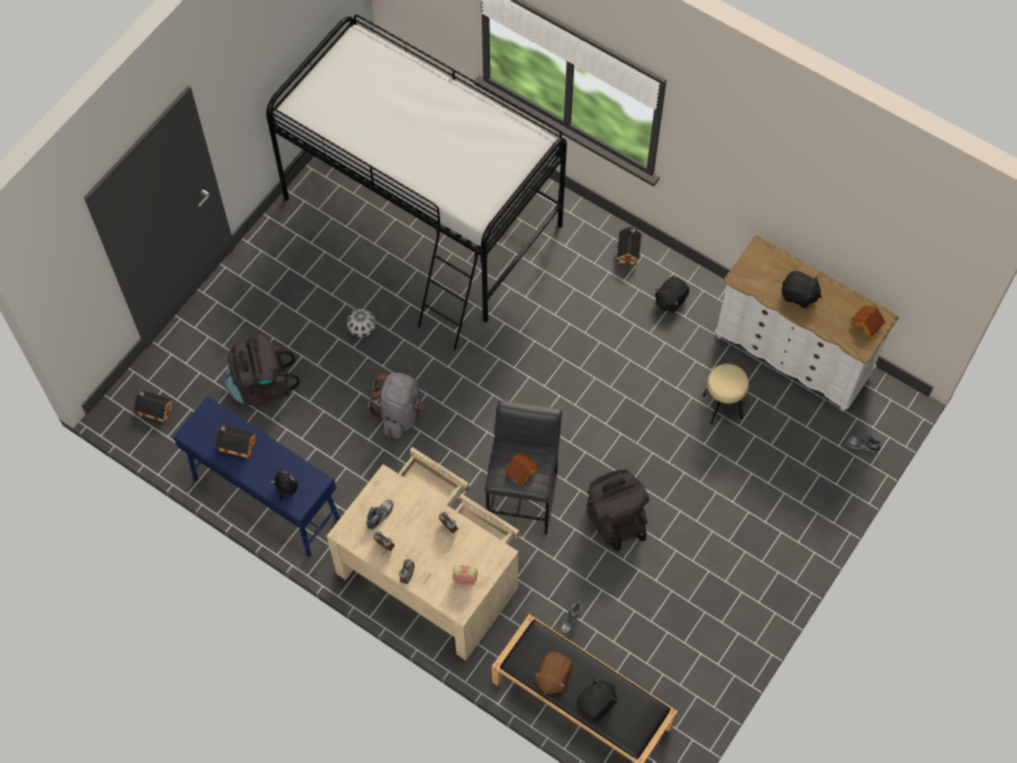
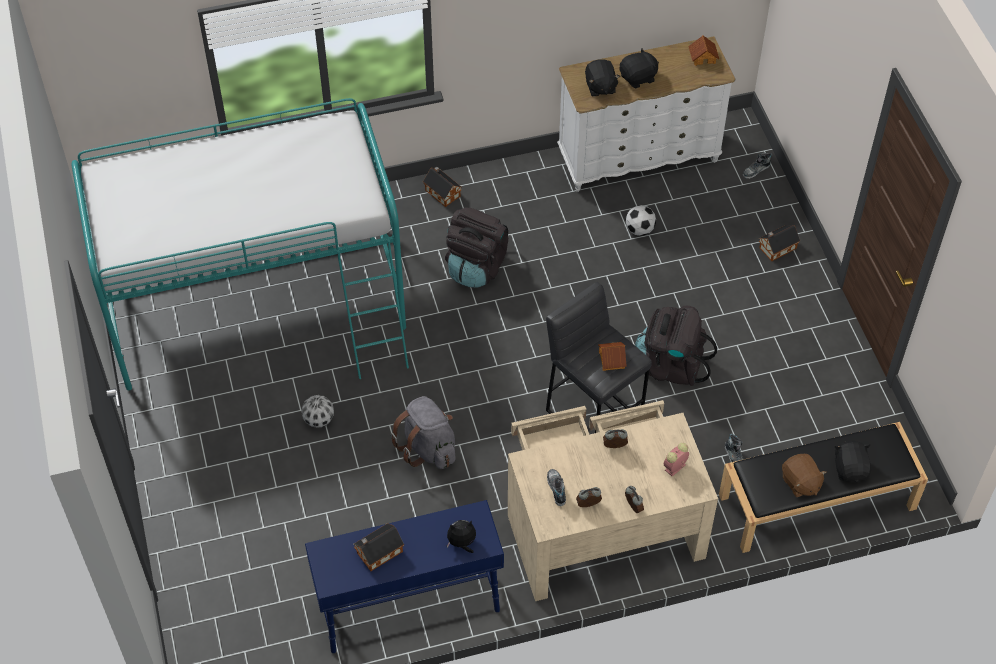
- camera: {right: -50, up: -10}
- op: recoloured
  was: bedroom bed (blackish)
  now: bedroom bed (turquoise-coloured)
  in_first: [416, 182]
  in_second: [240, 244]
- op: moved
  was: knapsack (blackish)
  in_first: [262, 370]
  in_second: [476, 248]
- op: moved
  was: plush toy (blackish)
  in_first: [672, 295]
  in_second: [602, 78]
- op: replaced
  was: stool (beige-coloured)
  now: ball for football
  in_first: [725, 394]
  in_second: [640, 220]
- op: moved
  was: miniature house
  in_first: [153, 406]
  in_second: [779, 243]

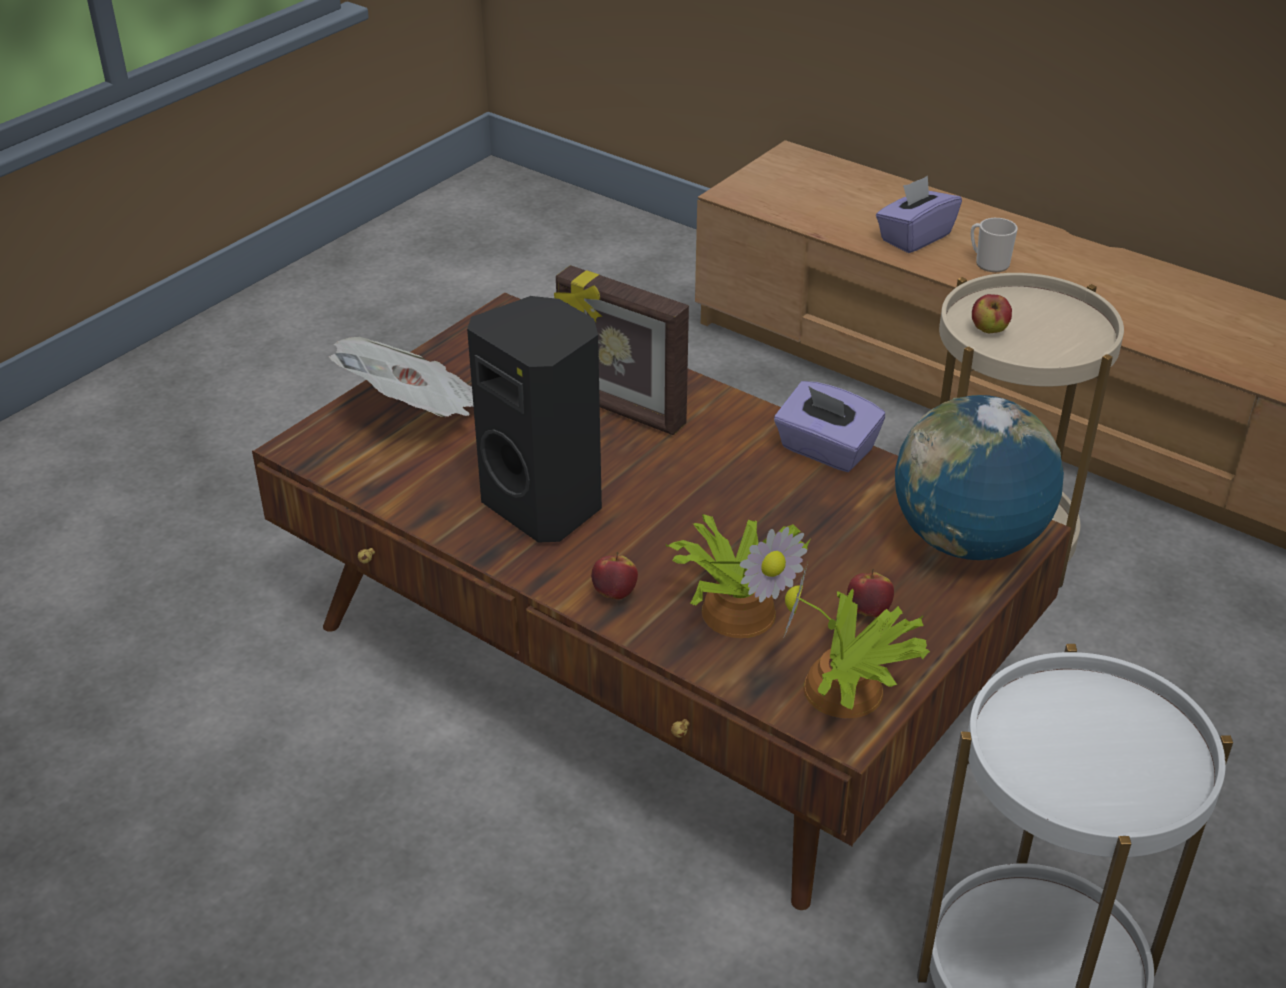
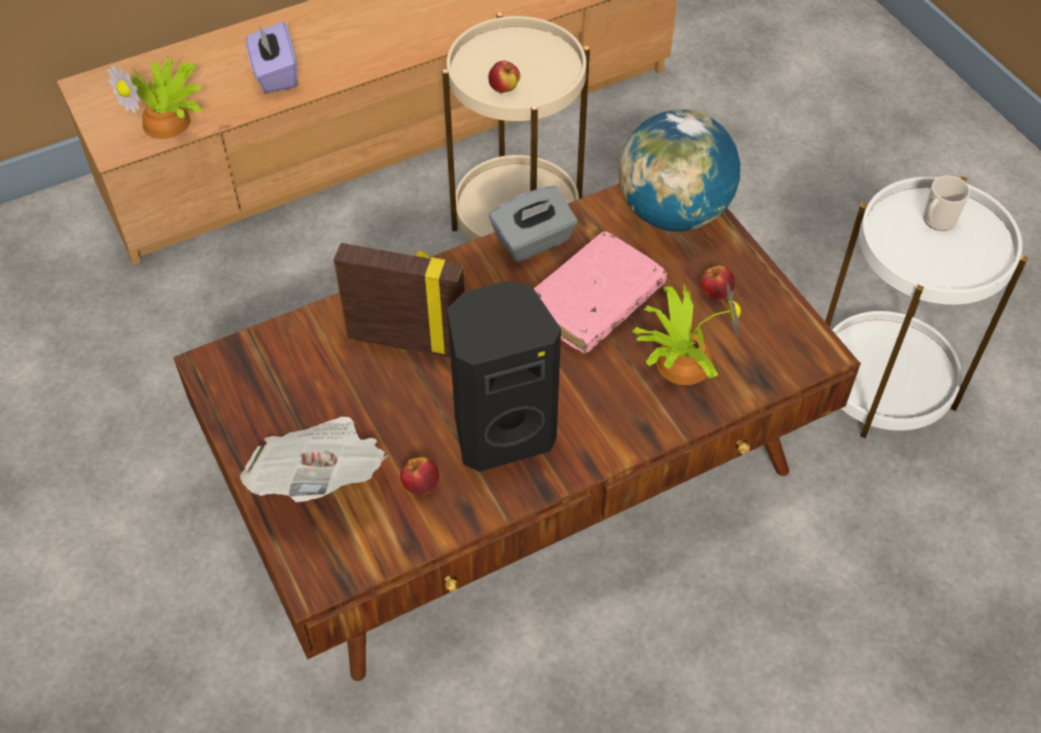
- camera: {right: -65, up: 15}
- op: moved
  was: houseplant
  in_first: [856, 640]
  in_second: [155, 97]
- op: turned
  was: standing frame
  in_first: [621, 350]
  in_second: [399, 300]
  clockwise: -135
- op: moved
  was: whole apple
  in_first: [614, 575]
  in_second: [419, 476]
- op: recoloured
  was: tissue box (purplish)
  now: tissue box (greyish)
  in_first: [829, 426]
  in_second: [533, 224]
- op: added
  now: volume (pink)
  in_second: [600, 292]
- op: moved
  was: coffee mug
  in_first: [994, 245]
  in_second: [946, 203]

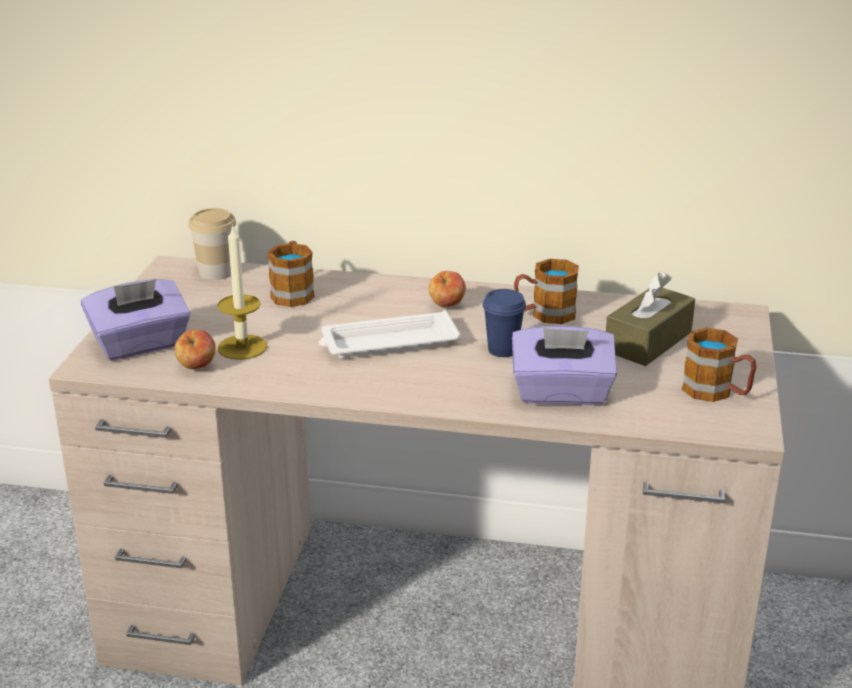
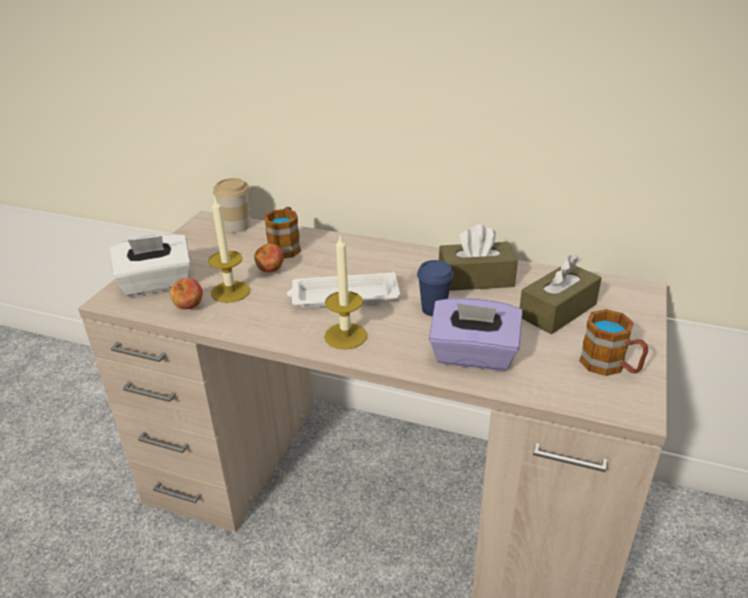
- camera: {right: 10, up: 5}
- op: recoloured
  was: tissue box (purplish)
  now: tissue box (white-coloured)
  in_first: [136, 320]
  in_second: [150, 265]
- op: moved
  was: whole apple
  in_first: [447, 289]
  in_second: [269, 258]
- op: added
  now: wax light
  in_second: [345, 292]
- op: replaced
  was: coffee mug
  now: tissue box (brown)
  in_first: [546, 291]
  in_second: [478, 257]

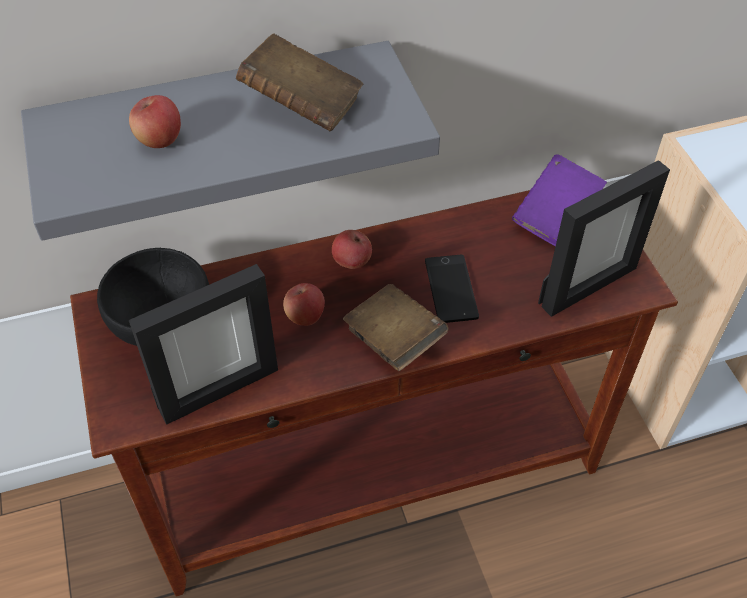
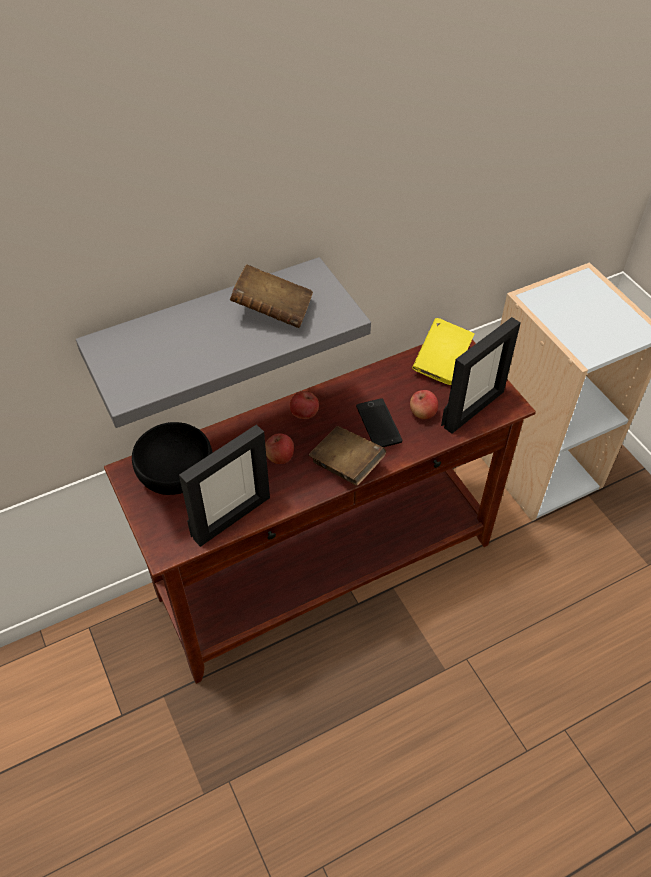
- camera: {right: -10, up: 0}
- op: moved
  was: whole apple
  in_first: [155, 121]
  in_second: [424, 404]
- op: recoloured
  was: volume (purplish)
  now: volume (yellow)
  in_first: [559, 200]
  in_second: [443, 351]

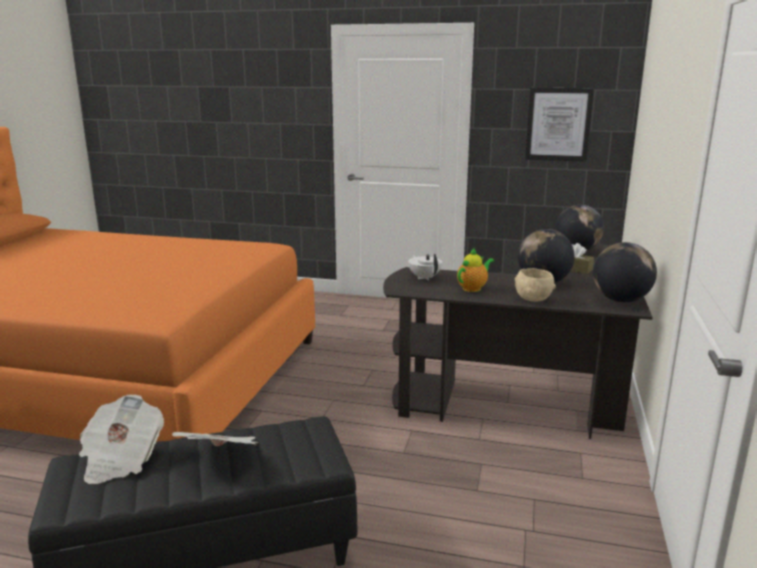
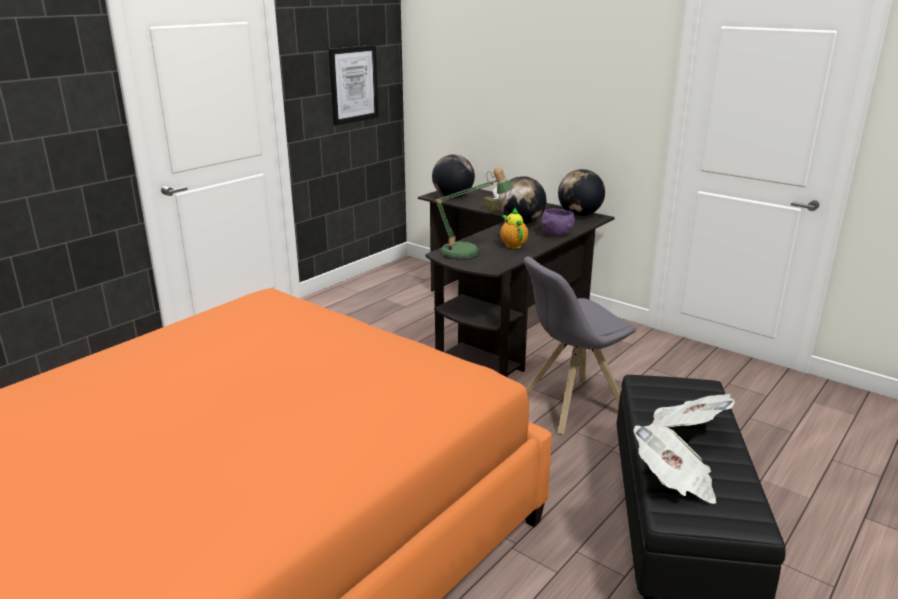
- camera: {right: -65, up: 5}
- op: replaced
  was: pot for tea (white-coloured)
  now: lamp for a table
  in_first: [425, 267]
  in_second: [473, 213]
- op: added
  now: upright chair (greyish)
  in_second: [580, 345]
- op: recoloured
  was: bowl (beige-coloured)
  now: bowl (purplish)
  in_first: [535, 285]
  in_second: [558, 222]

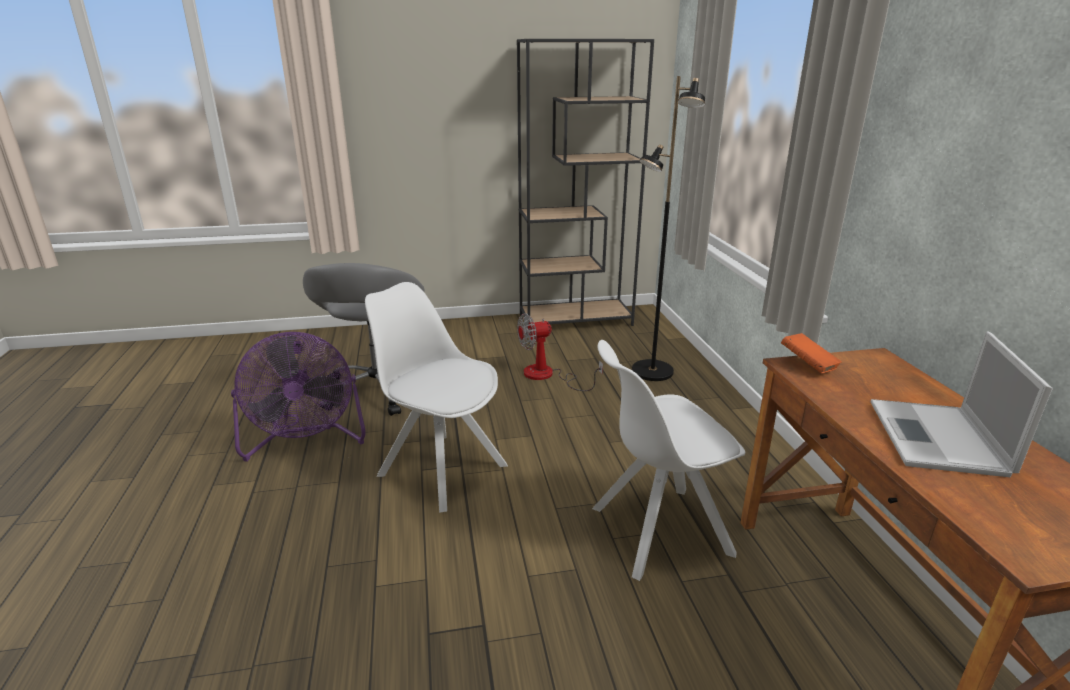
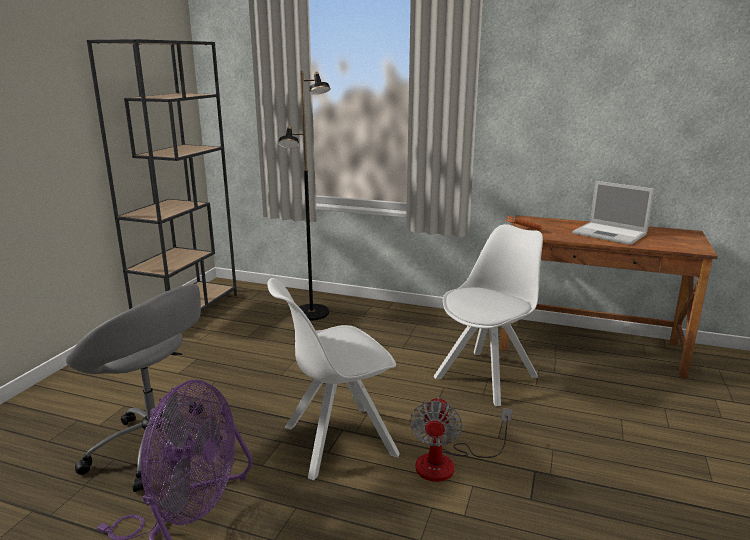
- camera: {right: -60, up: -5}
- op: moved
  was: electric fan
  in_first: [560, 352]
  in_second: [461, 439]
- op: turned
  was: upright chair (white-coloured)
  in_first: [668, 460]
  in_second: [488, 315]
  clockwise: -150

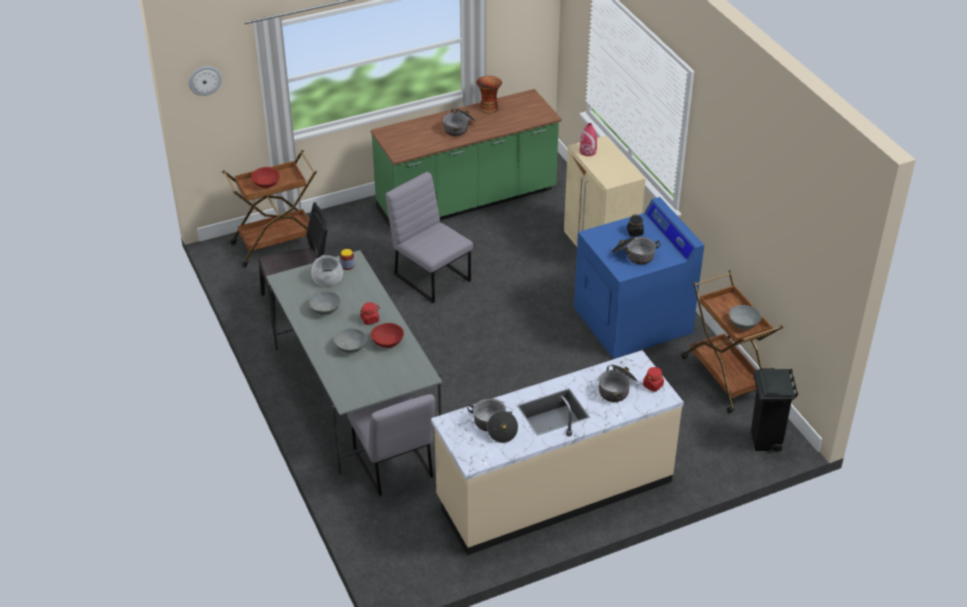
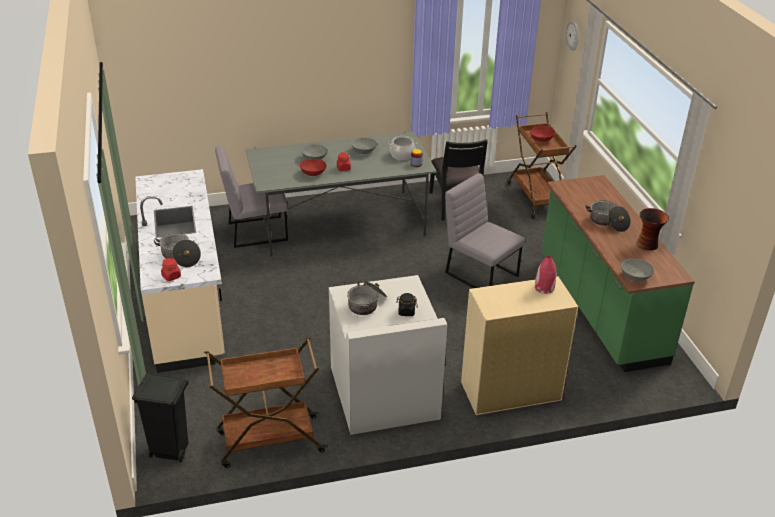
- camera: {right: 100, up: -5}
- op: recoloured
  was: washing machine (blue)
  now: washing machine (white-coloured)
  in_first: [639, 278]
  in_second: [388, 355]
- op: turned
  was: upright chair (greyish)
  in_first: [429, 237]
  in_second: [485, 230]
  clockwise: -105
- op: moved
  was: bowl (greyish)
  in_first: [745, 317]
  in_second: [637, 270]
- op: removed
  was: cooking pot
  in_first: [492, 420]

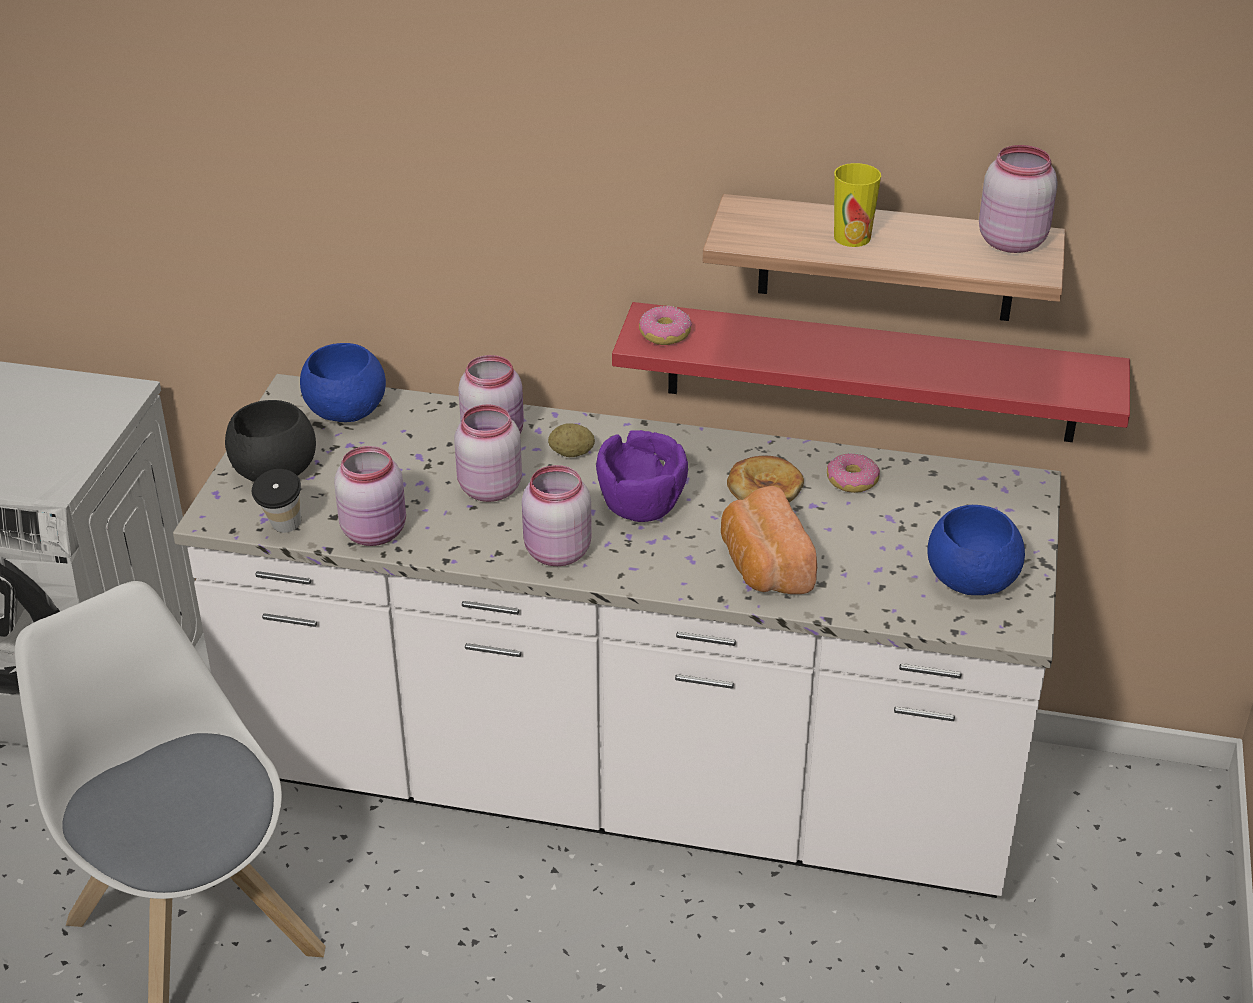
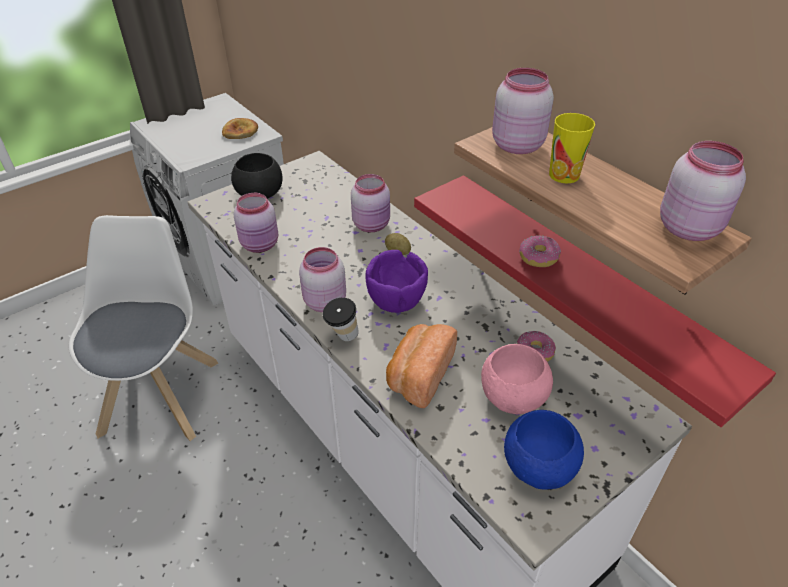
- camera: {right: 40, up: 5}
- op: moved
  was: baked bread
  in_first: [765, 479]
  in_second: [240, 128]
- op: moved
  was: cup
  in_first: [276, 501]
  in_second: [341, 319]
- op: added
  now: bowl (pink)
  in_second: [517, 379]
- op: moved
  was: jar (pink)
  in_first: [488, 453]
  in_second: [523, 111]
- op: moved
  was: doughnut
  in_first: [665, 325]
  in_second: [540, 251]
- op: removed
  was: bowl (blue)
  in_first: [343, 382]

